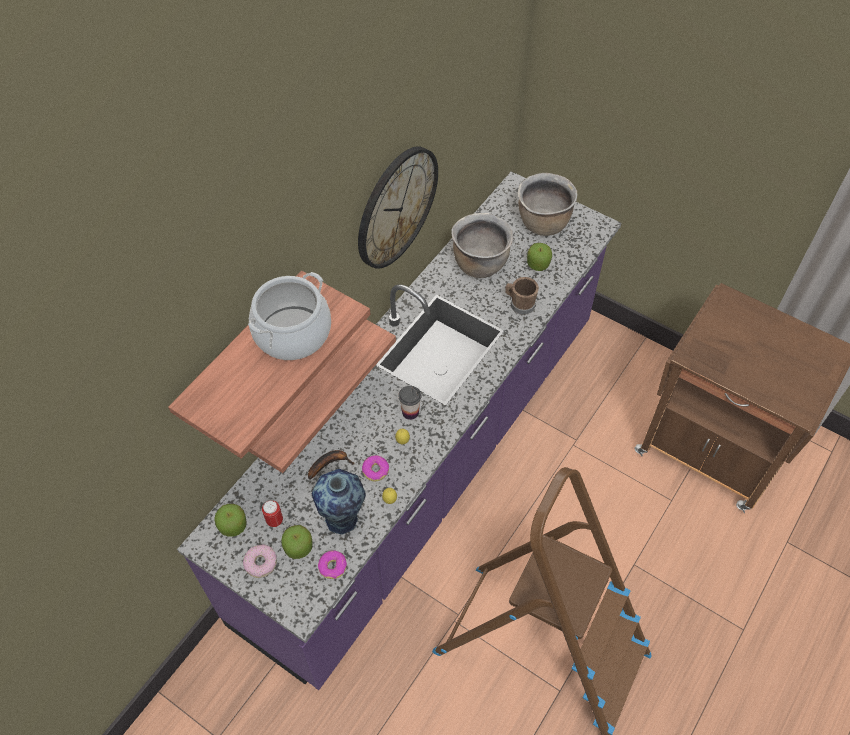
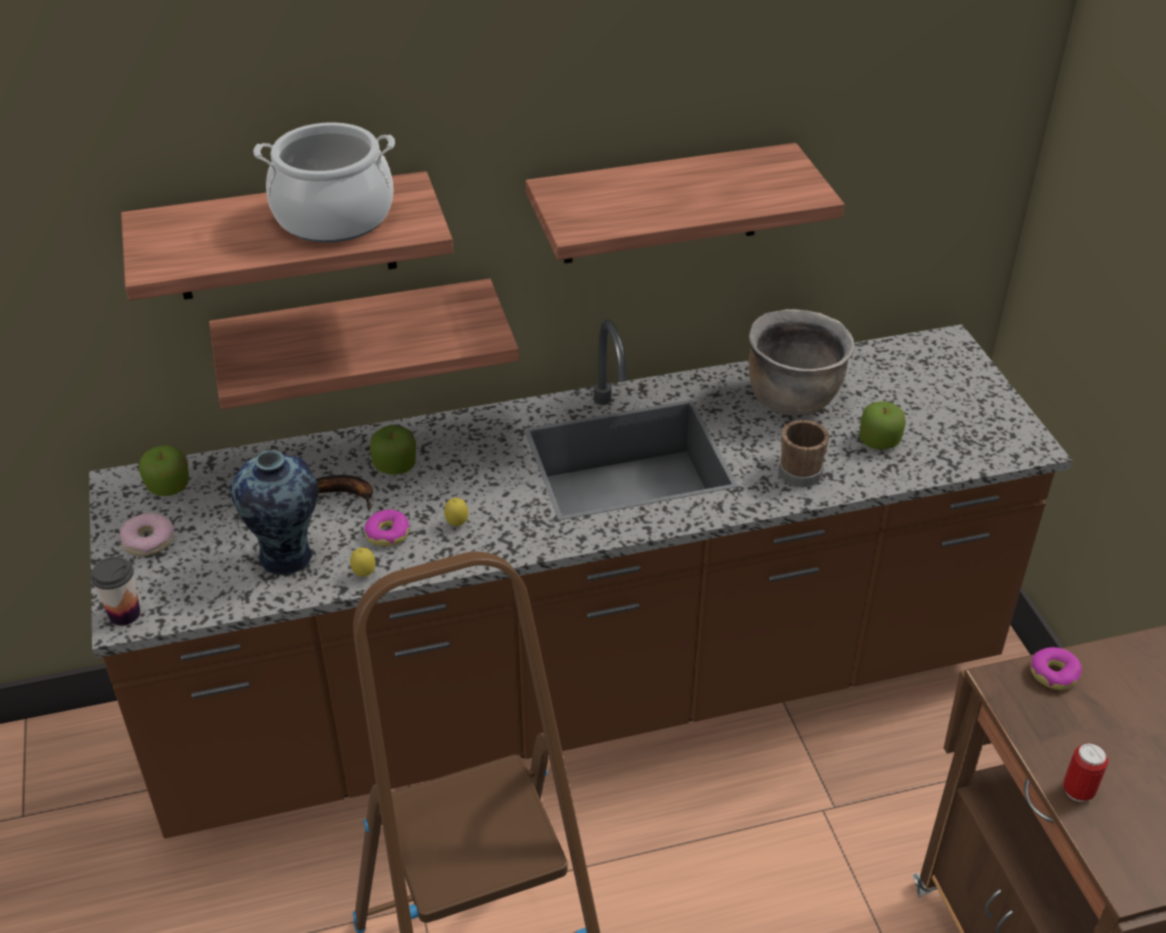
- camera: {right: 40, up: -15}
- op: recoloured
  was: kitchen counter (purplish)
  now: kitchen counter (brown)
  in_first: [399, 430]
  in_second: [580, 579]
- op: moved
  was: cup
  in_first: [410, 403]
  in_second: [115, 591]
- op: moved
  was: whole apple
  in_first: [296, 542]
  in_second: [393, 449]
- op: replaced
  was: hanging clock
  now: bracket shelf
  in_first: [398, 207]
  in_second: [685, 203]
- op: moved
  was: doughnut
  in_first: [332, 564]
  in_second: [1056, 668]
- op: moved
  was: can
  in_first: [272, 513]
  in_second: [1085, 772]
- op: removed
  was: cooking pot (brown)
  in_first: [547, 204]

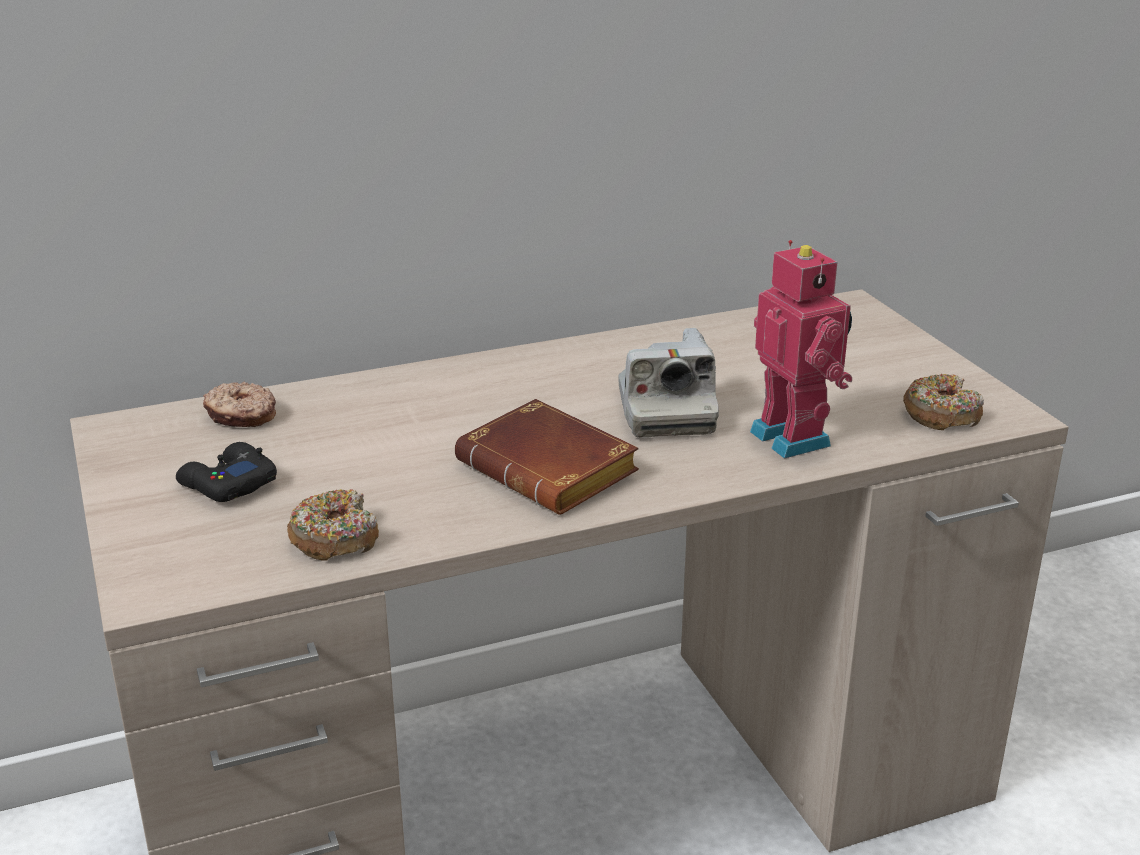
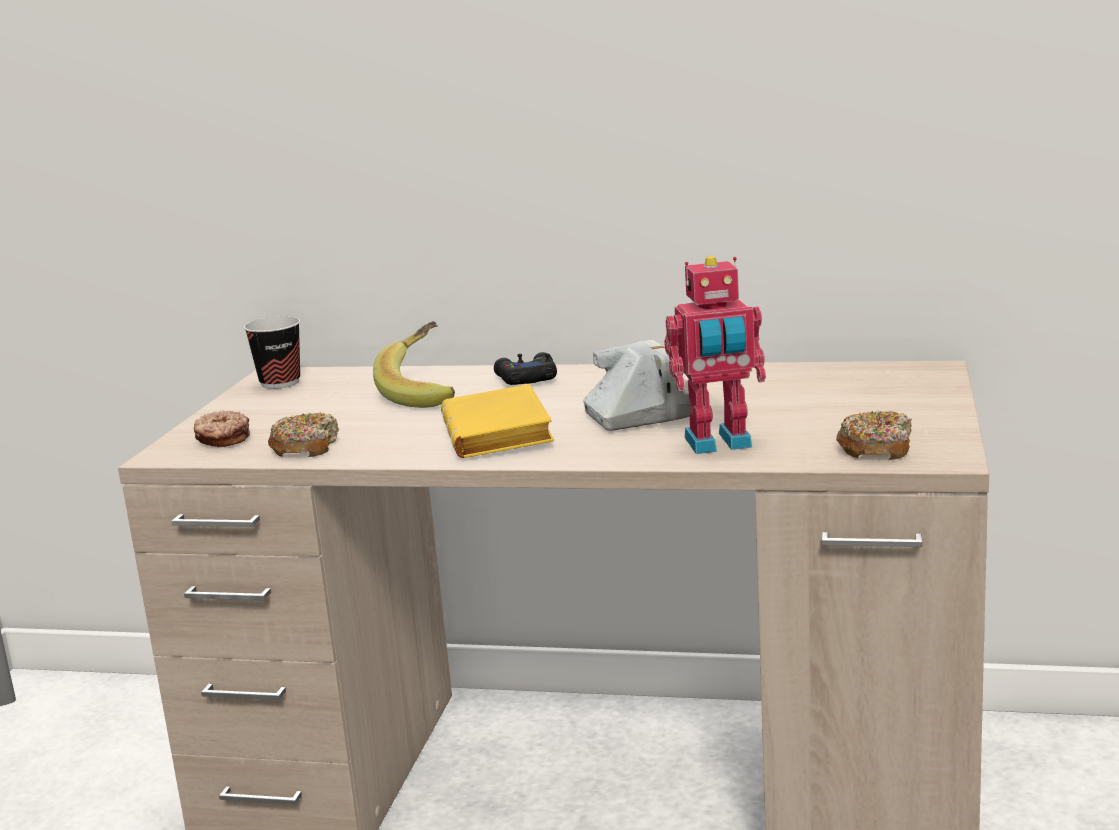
- camera: {right: 35, up: -10}
- op: moved
  was: doughnut
  in_first: [239, 404]
  in_second: [222, 428]
- op: added
  now: cup
  in_second: [272, 352]
- op: added
  now: banana
  in_second: [414, 364]
- op: recoloured
  was: volume (brown)
  now: volume (yellow)
  in_first: [547, 457]
  in_second: [497, 421]
- op: moved
  was: gamepad (blackish)
  in_first: [226, 472]
  in_second: [525, 368]
- op: turned
  was: still camera
  in_first: [668, 383]
  in_second: [636, 385]
  clockwise: -135
- op: turned
  was: robot figure
  in_first: [801, 349]
  in_second: [715, 355]
  clockwise: 75

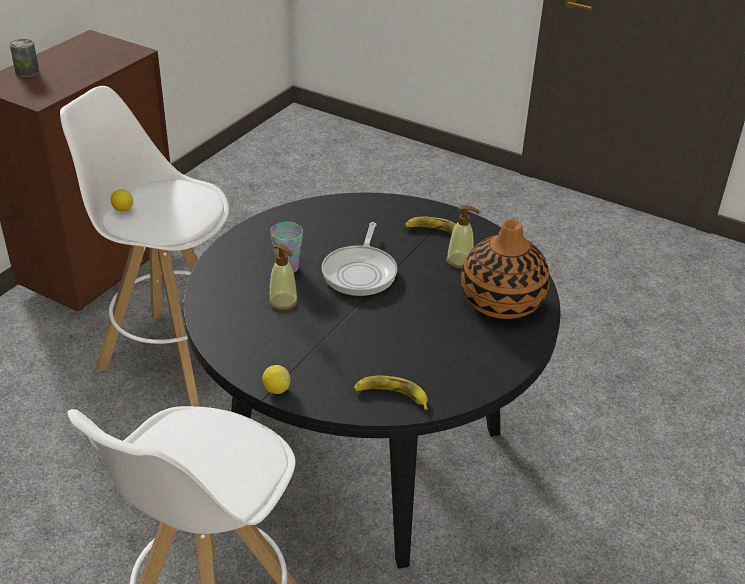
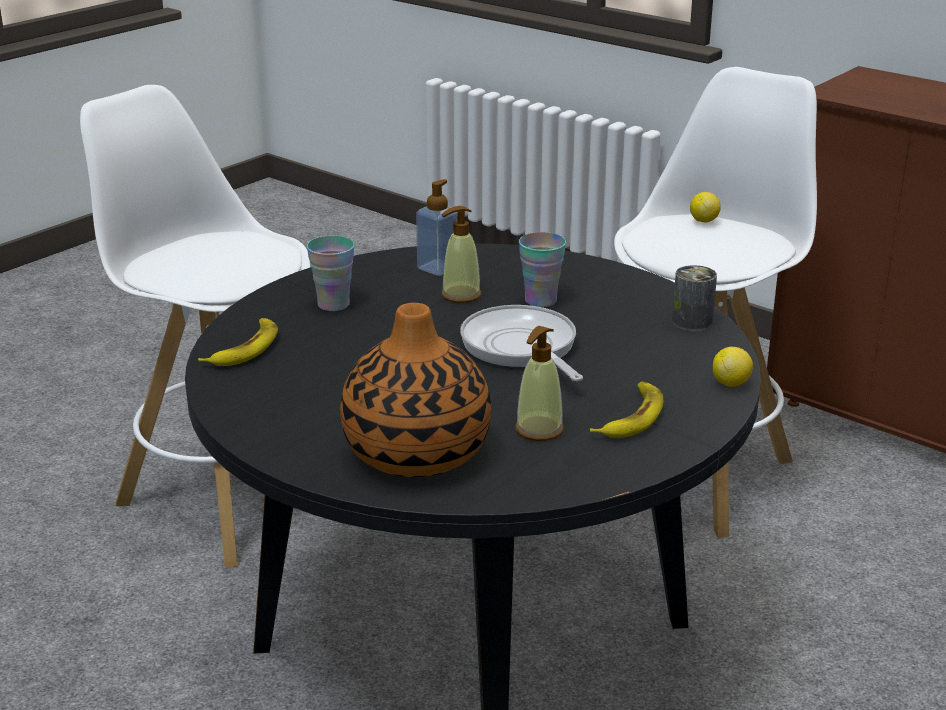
- camera: {right: 100, up: -10}
- op: added
  now: cup
  in_second: [330, 273]
- op: added
  now: liquid soap bottle
  in_second: [436, 227]
- op: turned
  was: pan
  in_first: [359, 259]
  in_second: [521, 343]
  clockwise: 45
- op: moved
  was: can
  in_first: [24, 58]
  in_second: [694, 298]
- op: moved
  was: whole lemon
  in_first: [276, 379]
  in_second: [733, 367]

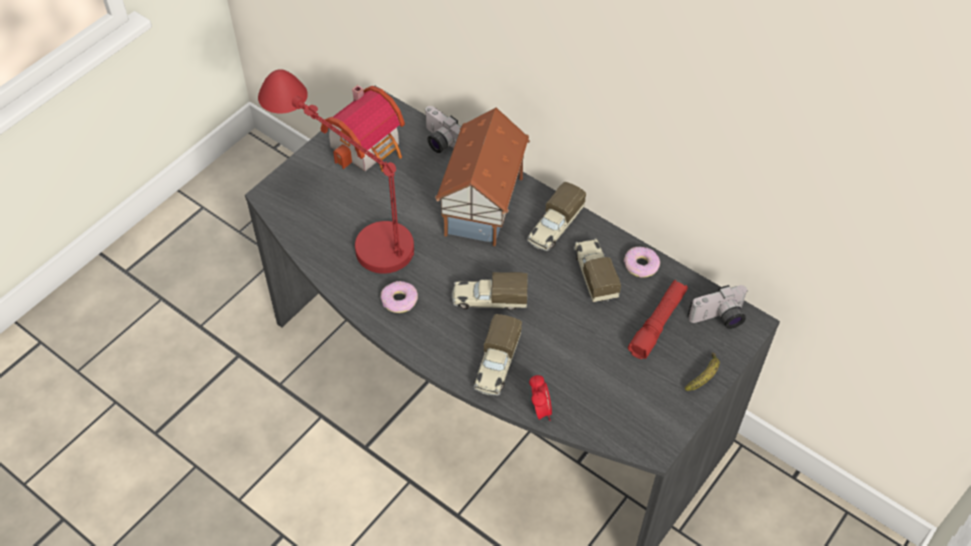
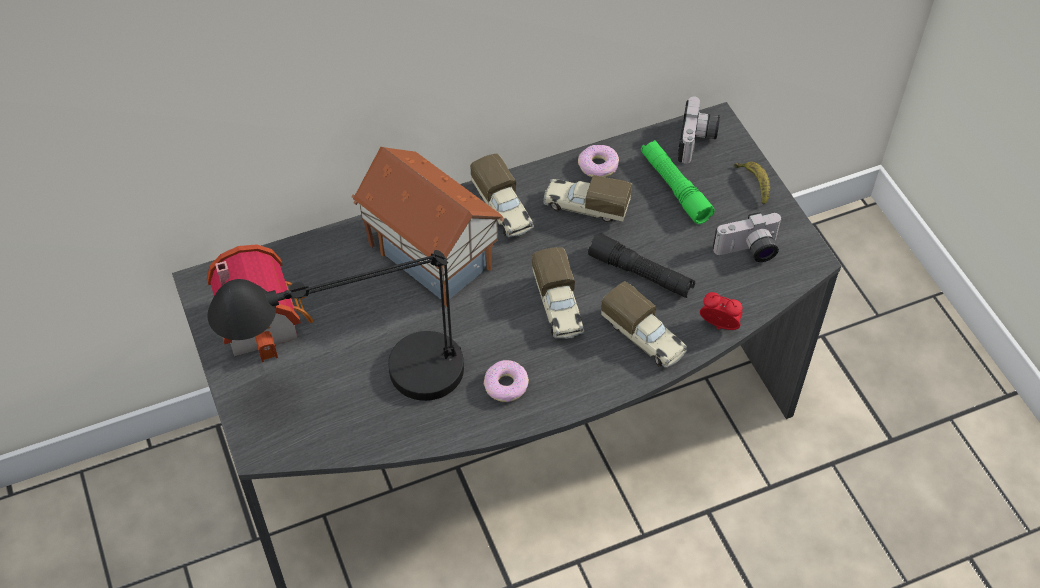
- camera: {right: -60, up: 0}
- op: recoloured
  was: lamp for a table (reddish)
  now: lamp for a table (blackish)
  in_first: [336, 171]
  in_second: [335, 325]
- op: turned
  was: toy truck
  in_first: [490, 291]
  in_second: [558, 293]
  clockwise: -45
- op: added
  now: flashlight (blackish)
  in_second: [641, 265]
- op: recoloured
  was: flashlight (reddish)
  now: flashlight (greenish)
  in_first: [658, 319]
  in_second: [678, 182]
- op: moved
  was: still camera
  in_first: [443, 129]
  in_second: [747, 237]

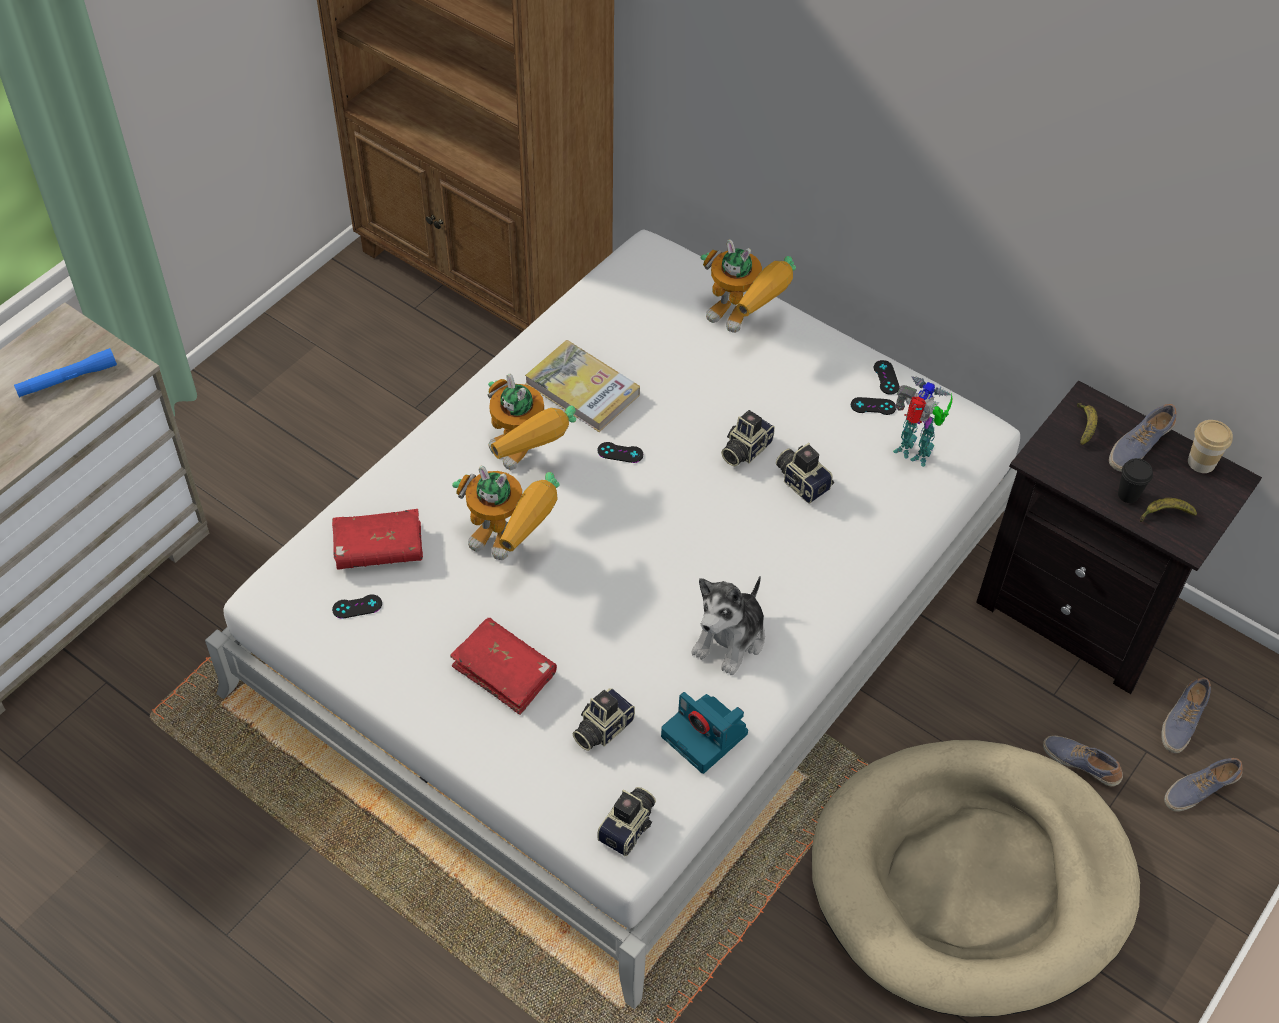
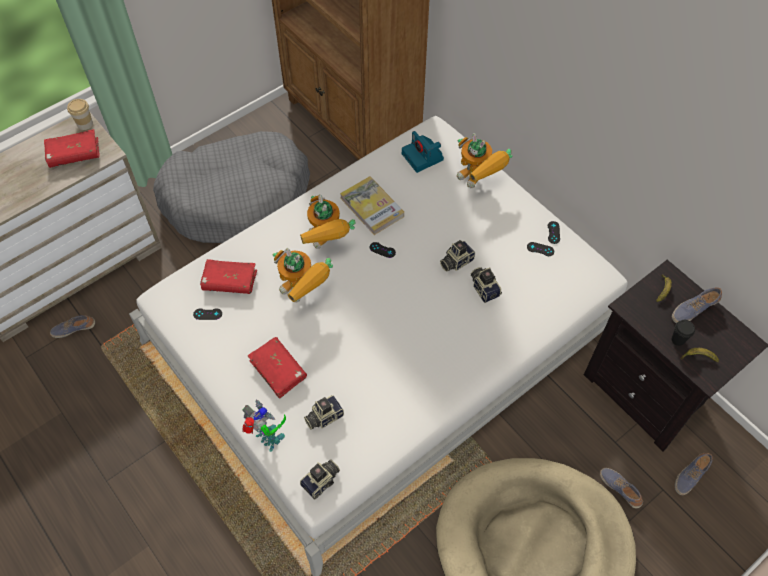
- camera: {right: 15, up: 5}
- op: replaced
  was: flashlight (blue)
  now: volume (reddish)
  in_first: [65, 373]
  in_second: [72, 148]
- op: moved
  was: item of footwear
  in_first: [1203, 785]
  in_second: [72, 326]
- op: moved
  was: cup
  in_first: [1210, 446]
  in_second: [80, 114]
- op: added
  now: dog cushion (greyish)
  in_second: [231, 187]
- op: moved
  was: robot figure
  in_first: [922, 421]
  in_second: [264, 426]
- op: moved
  was: still camera
  in_first: [704, 733]
  in_second: [423, 152]
- op: removed
  was: plush toy
  in_first: [728, 625]

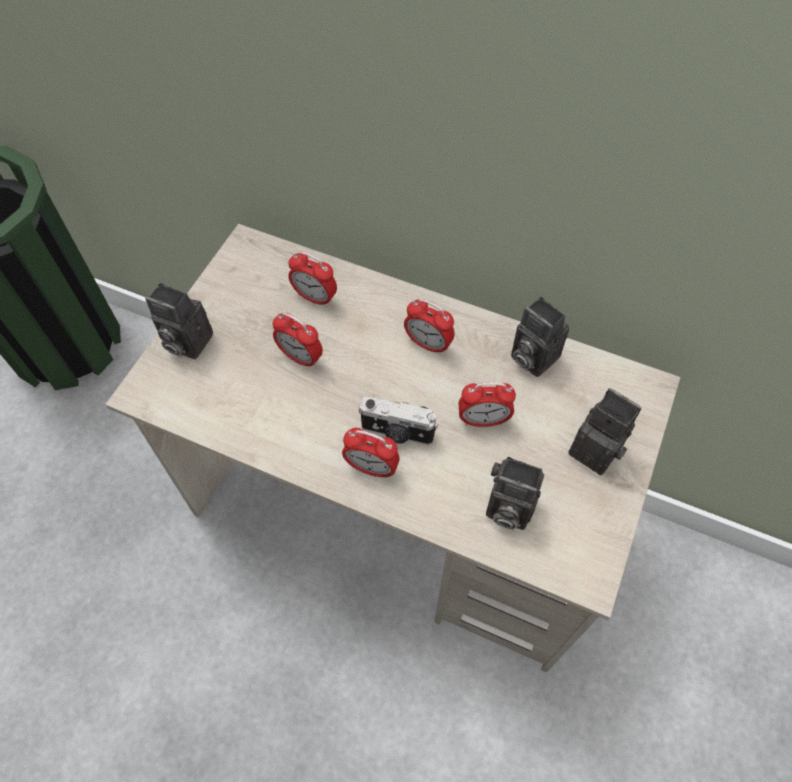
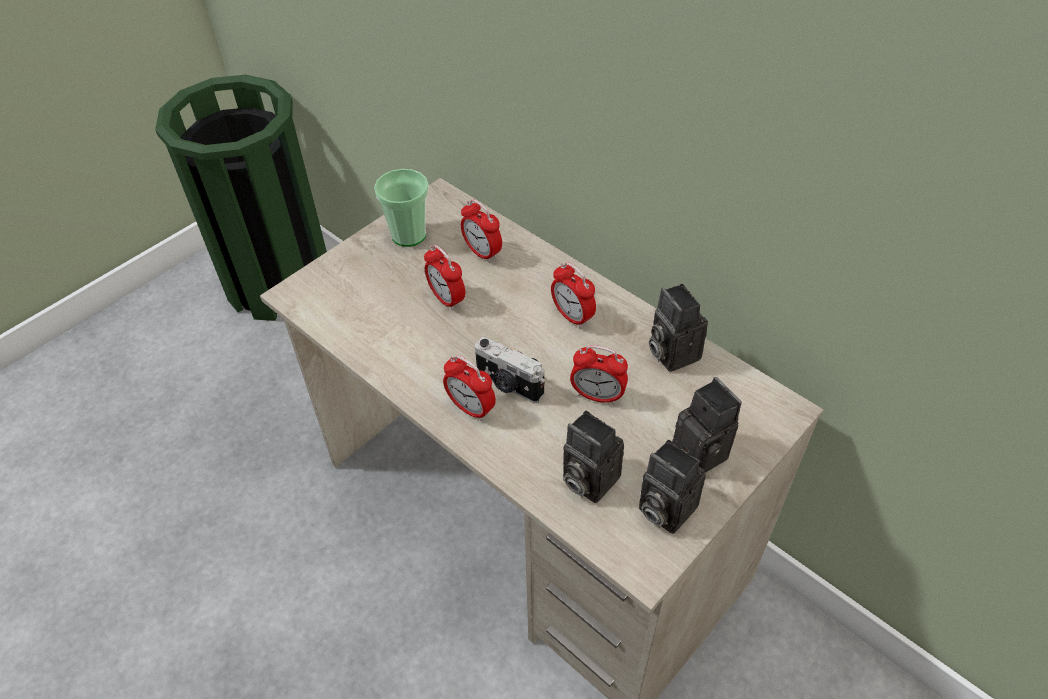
- camera: {right: 20, up: -10}
- op: added
  now: cup
  in_second: [401, 208]
- op: moved
  was: still camera
  in_first: [179, 321]
  in_second: [672, 487]

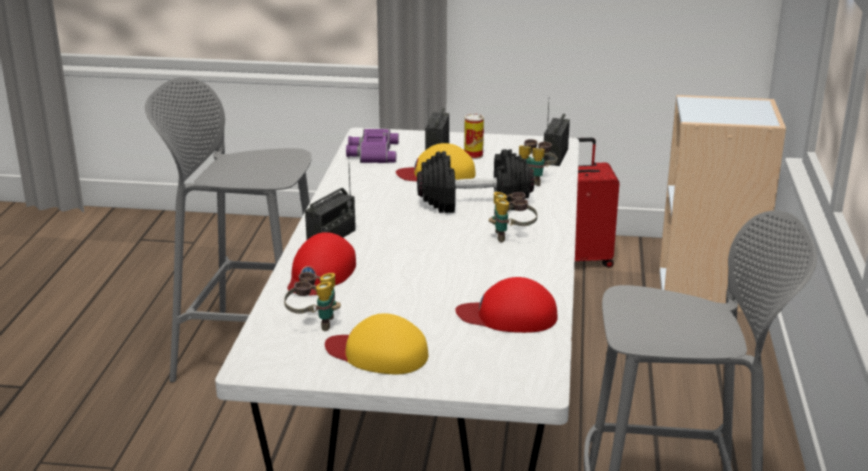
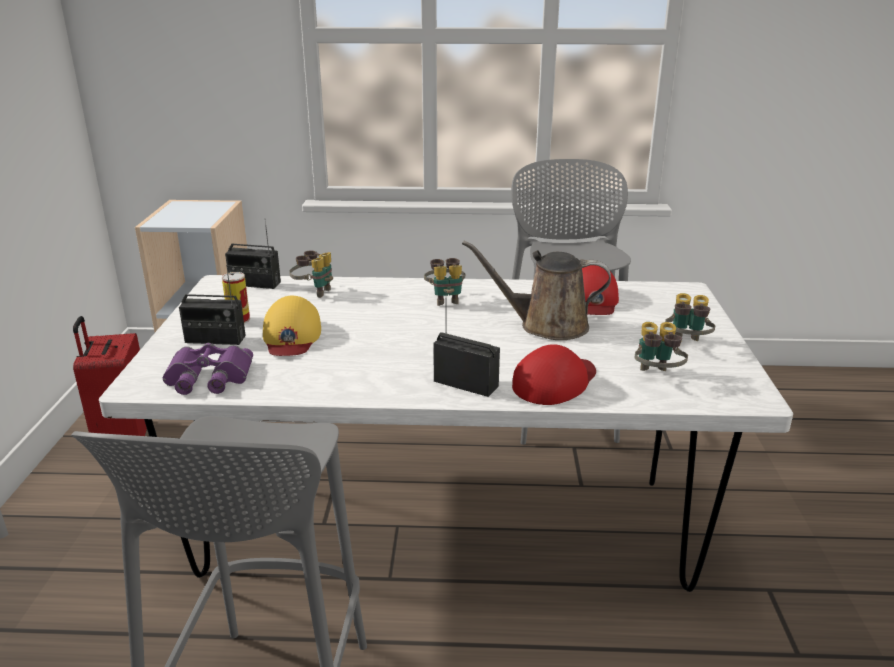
- camera: {right: -95, up: 0}
- op: added
  now: watering pot (brown)
  in_second: [536, 290]
- op: turned
  was: baseball cap (reddish)
  in_first: [321, 263]
  in_second: [554, 374]
  clockwise: -60
- op: replaced
  was: baseball cap (yellow)
  now: field glasses
  in_first: [376, 343]
  in_second: [690, 317]
- op: removed
  was: free weight (blackish)
  in_first: [475, 181]

